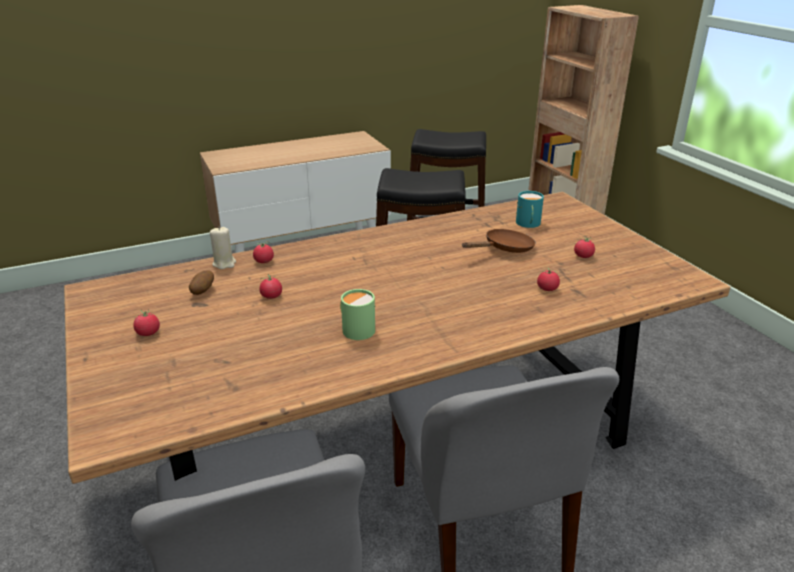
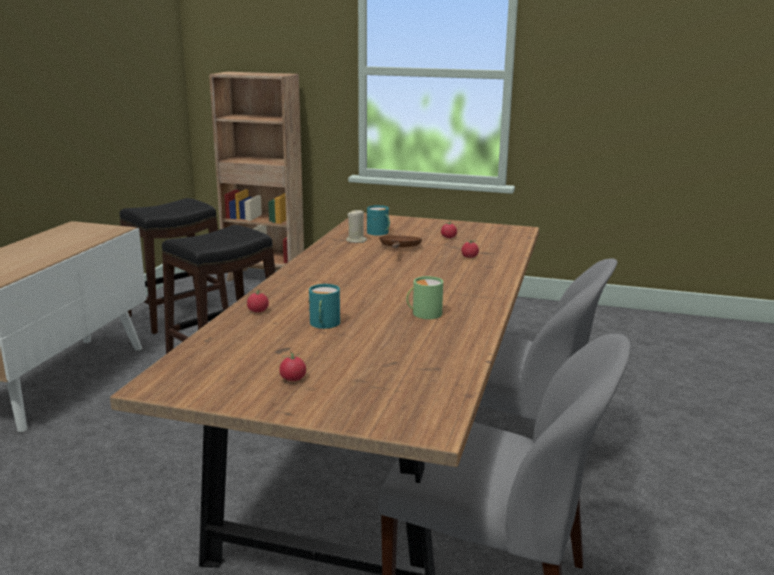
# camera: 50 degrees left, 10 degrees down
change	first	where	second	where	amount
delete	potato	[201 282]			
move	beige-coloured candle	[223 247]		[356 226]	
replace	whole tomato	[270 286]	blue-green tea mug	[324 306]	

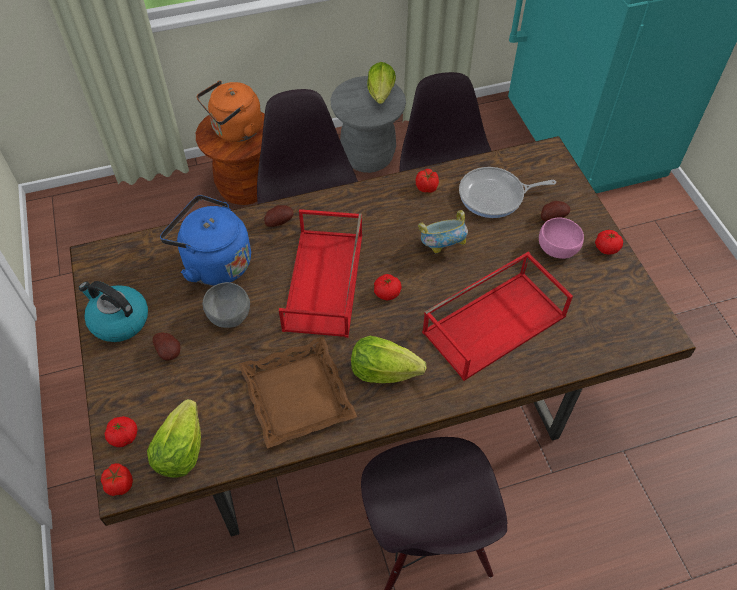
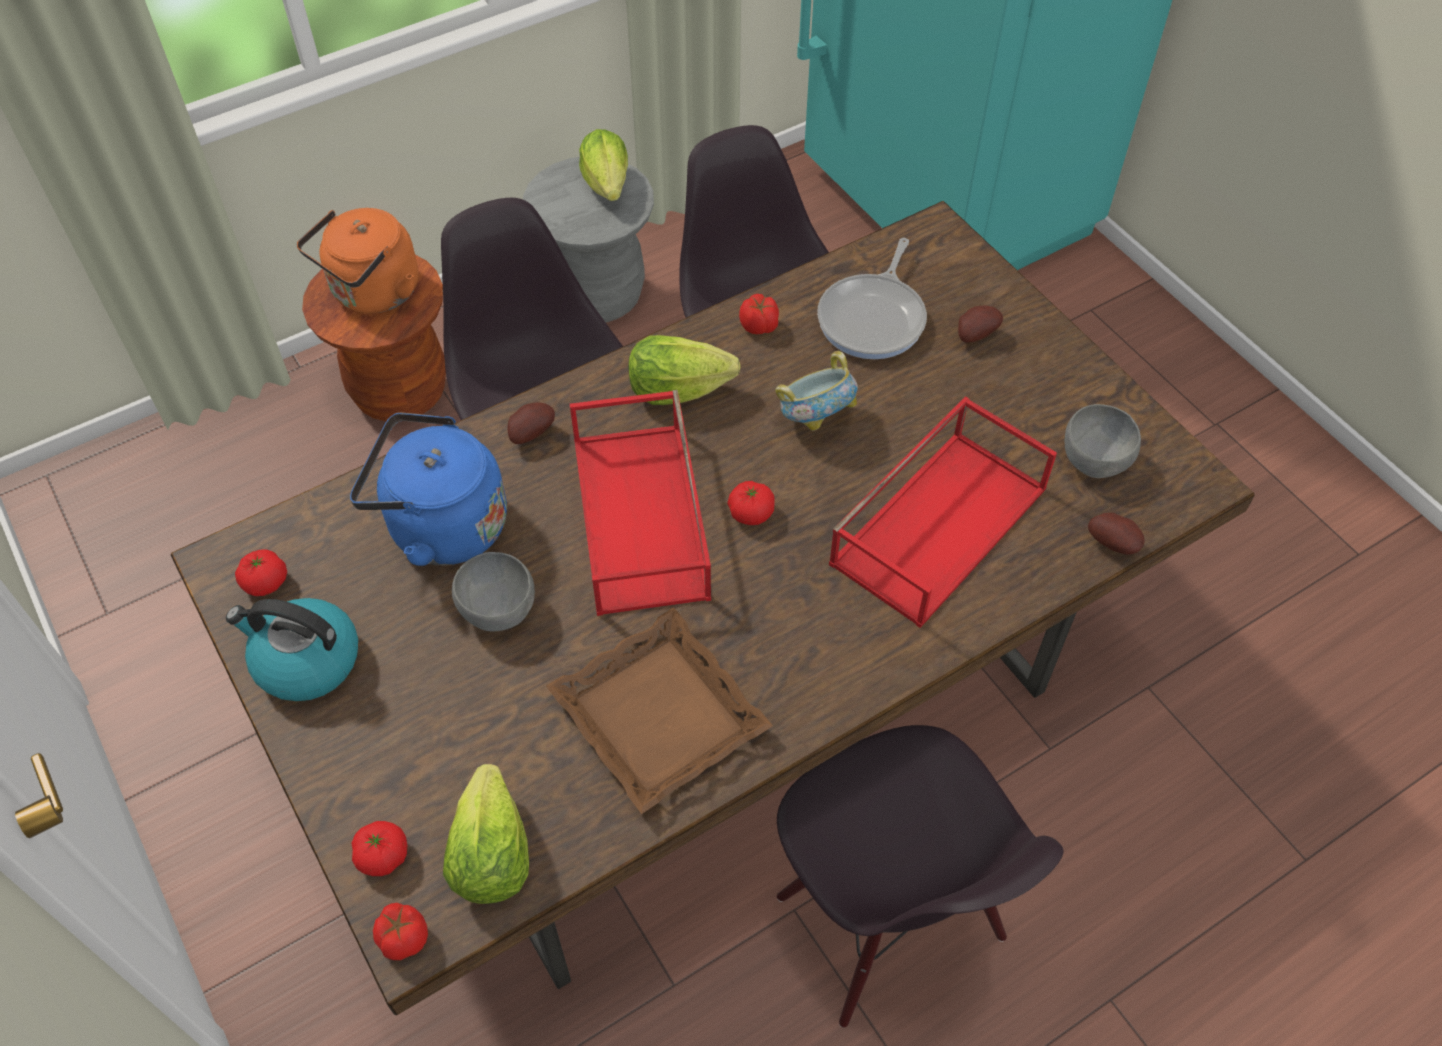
# camera: 15 degrees left, 0 degrees up
change	first	where	second	where	amount
delete	pink-coloured deep dish	[561 238]			
insert			grey deep dish	[1103 441]	
move	potato	[166 347]		[1116 533]	
move	lettuce head	[388 359]		[685 370]	
move	whole tomato	[609 242]		[261 572]	
rotate	skillet	[507 192]		[872 298]	45 degrees counterclockwise

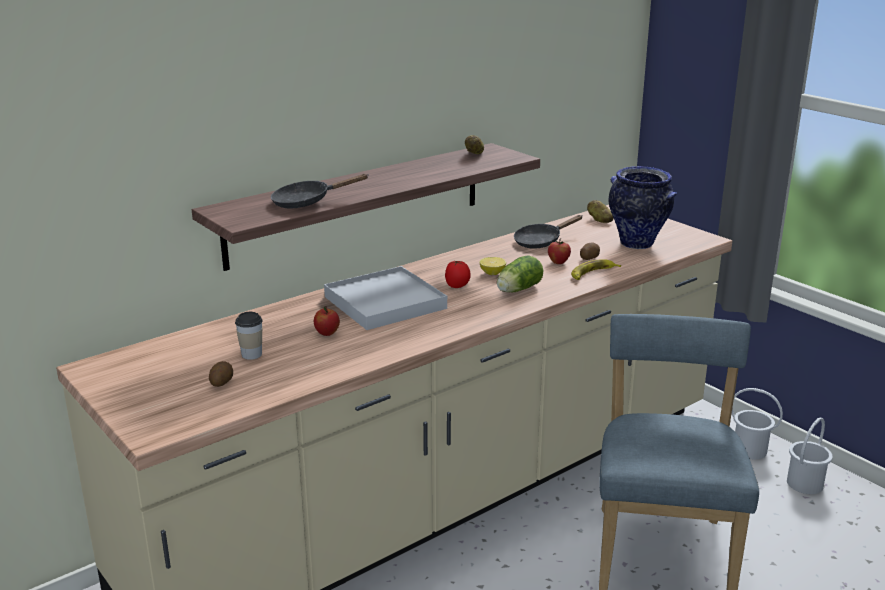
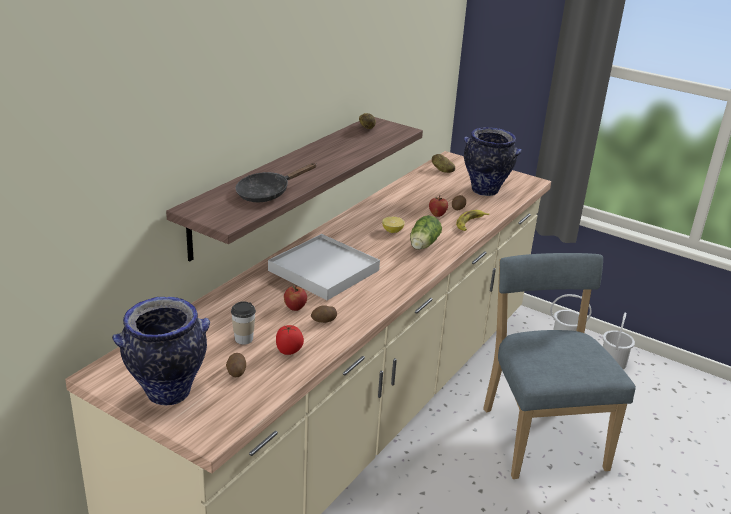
# camera: 20 degrees left, 5 degrees up
change	first	where	second	where	amount
delete	black skillet	[548 232]			
insert			flower vase	[161 351]	
insert			potato	[324 314]	
move	whole tomato	[458 274]		[290 340]	

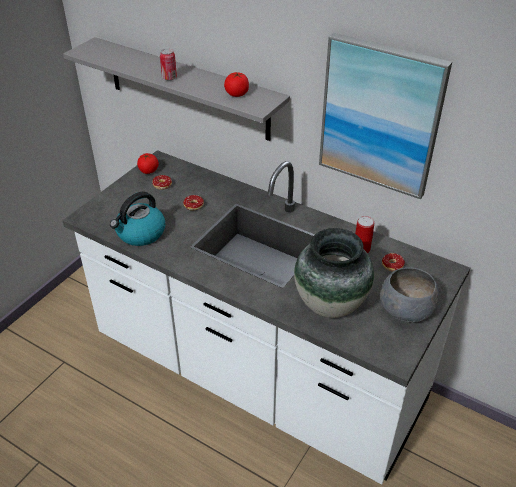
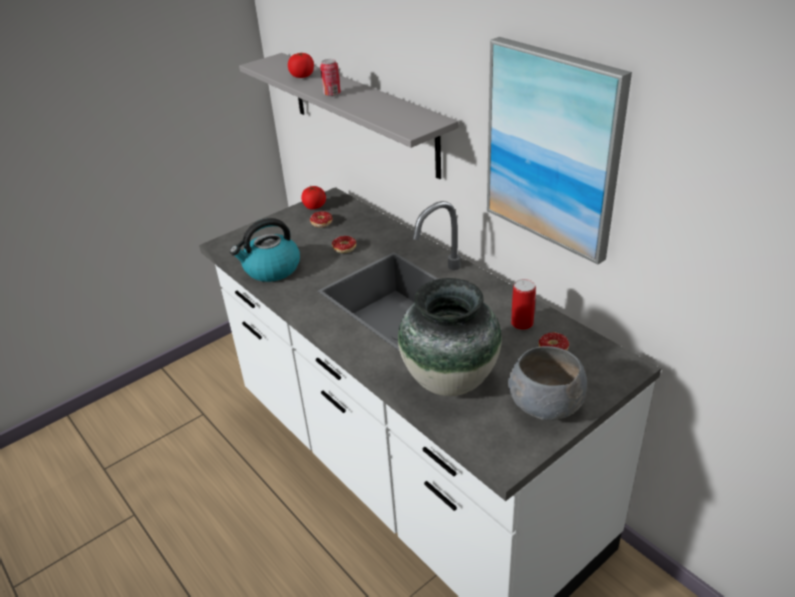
# camera: 20 degrees right, 5 degrees down
change	first	where	second	where	amount
move	whole tomato	[236 84]		[301 65]	

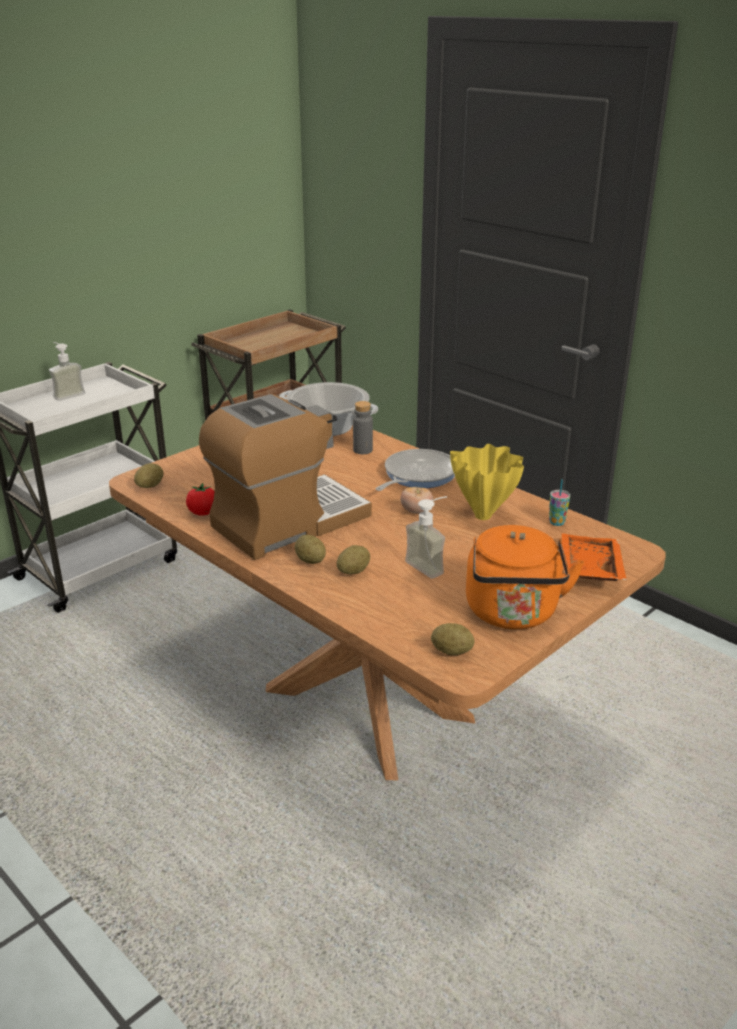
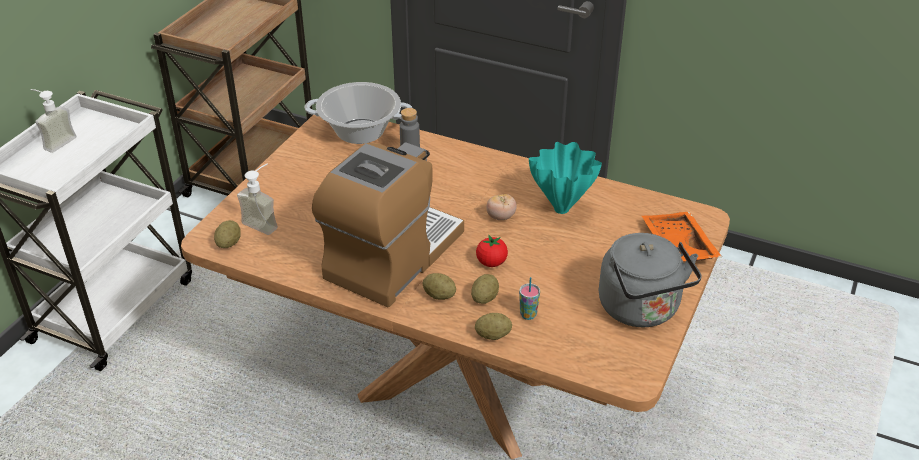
# camera: 20 degrees left, 10 degrees up
change	first	where	second	where	amount
delete	skillet	[415 470]			
move	whole tomato	[200 499]		[492 251]	
move	liquid soap bottle	[426 537]		[257 199]	
move	potato	[452 639]		[493 326]	
move	drinking cup	[559 502]		[529 298]	
recolor	yellow flower vase	[487 482]	blue-green flower vase	[565 178]	
recolor	orangey kettle	[525 577]	grey kettle	[650 280]	

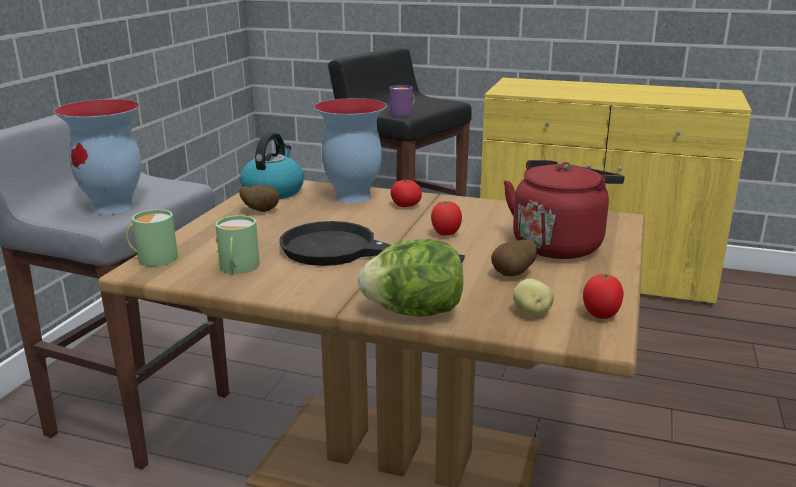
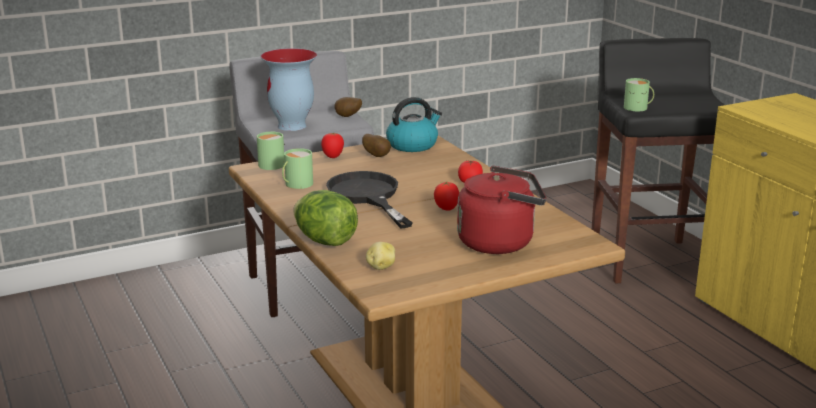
# camera: 45 degrees right, 0 degrees up
change	first	where	second	where	amount
delete	flower vase	[350 150]			
move	potato	[514 257]		[348 107]	
move	whole tomato	[603 296]		[332 145]	
recolor	purple tea mug	[402 101]	green tea mug	[639 94]	

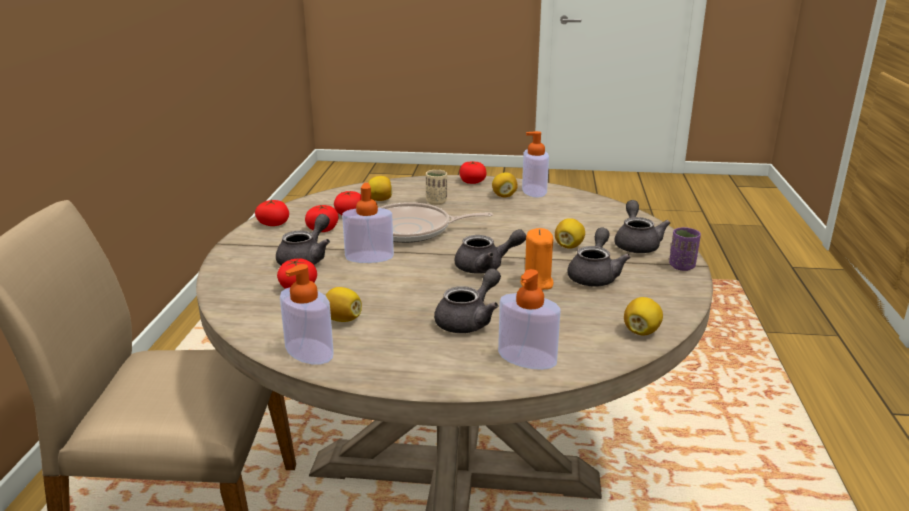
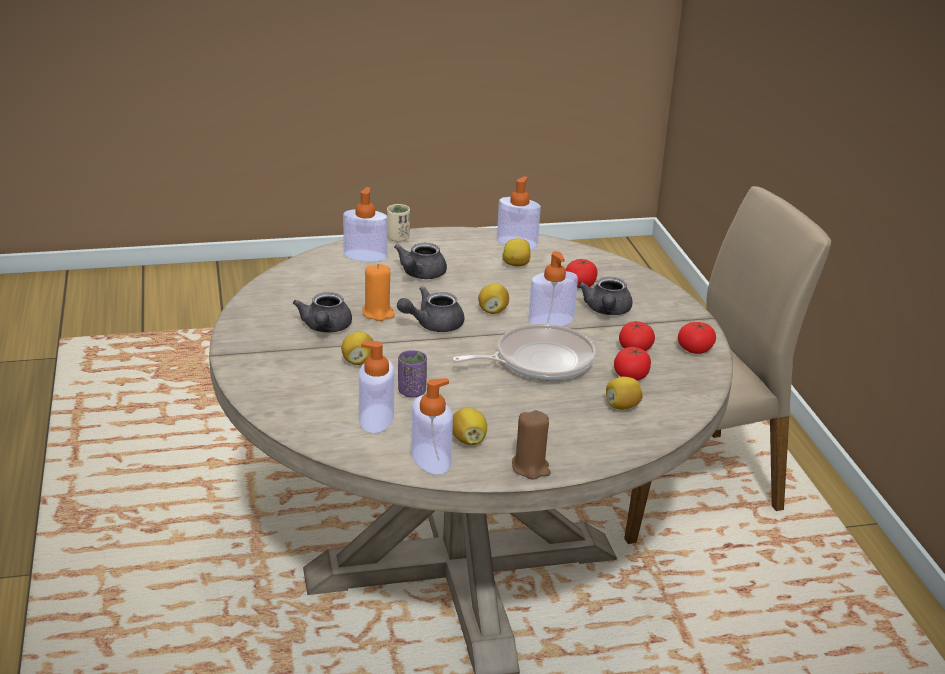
# camera: 160 degrees right, 5 degrees up
change	first	where	second	where	amount
delete	grey pot for tea	[642 226]			
insert			liquid soap bottle	[377 387]	
move	beige-coloured drinking cup	[436 187]		[398 223]	
move	lemon	[643 316]		[493 298]	
move	purple drinking cup	[685 249]		[412 374]	
replace	whole tomato	[472 173]	brown-coloured candle	[531 445]	

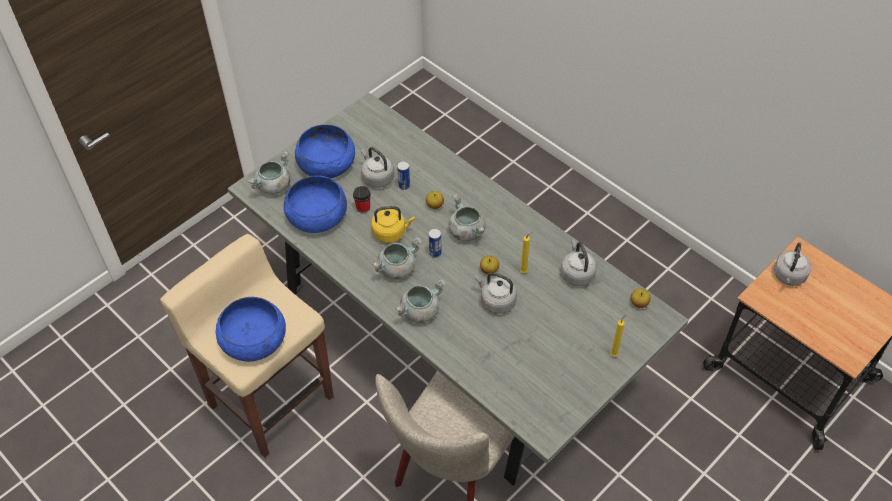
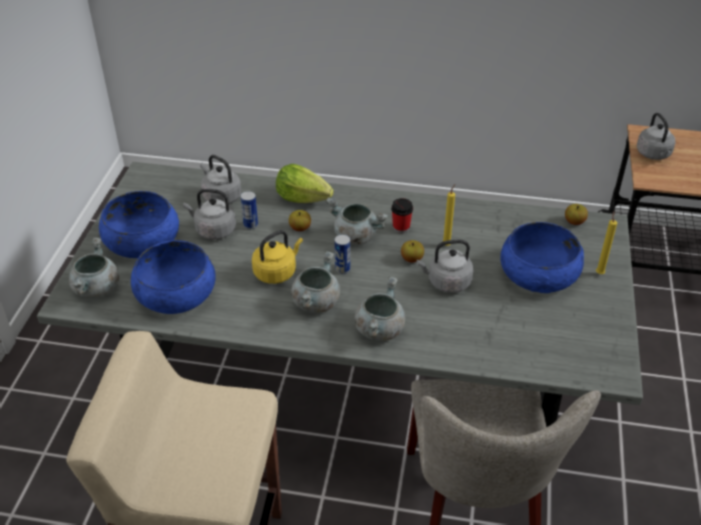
# camera: 35 degrees left, 10 degrees down
change	first	where	second	where	amount
insert			lettuce head	[305 183]	
move	bluish deep dish	[250 329]		[542 257]	
move	drinking cup	[362 200]		[402 215]	
move	grey kettle	[579 262]		[220 179]	

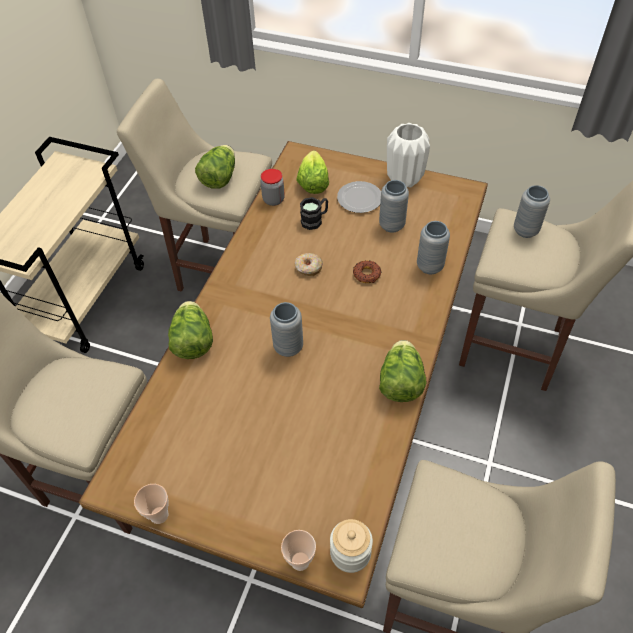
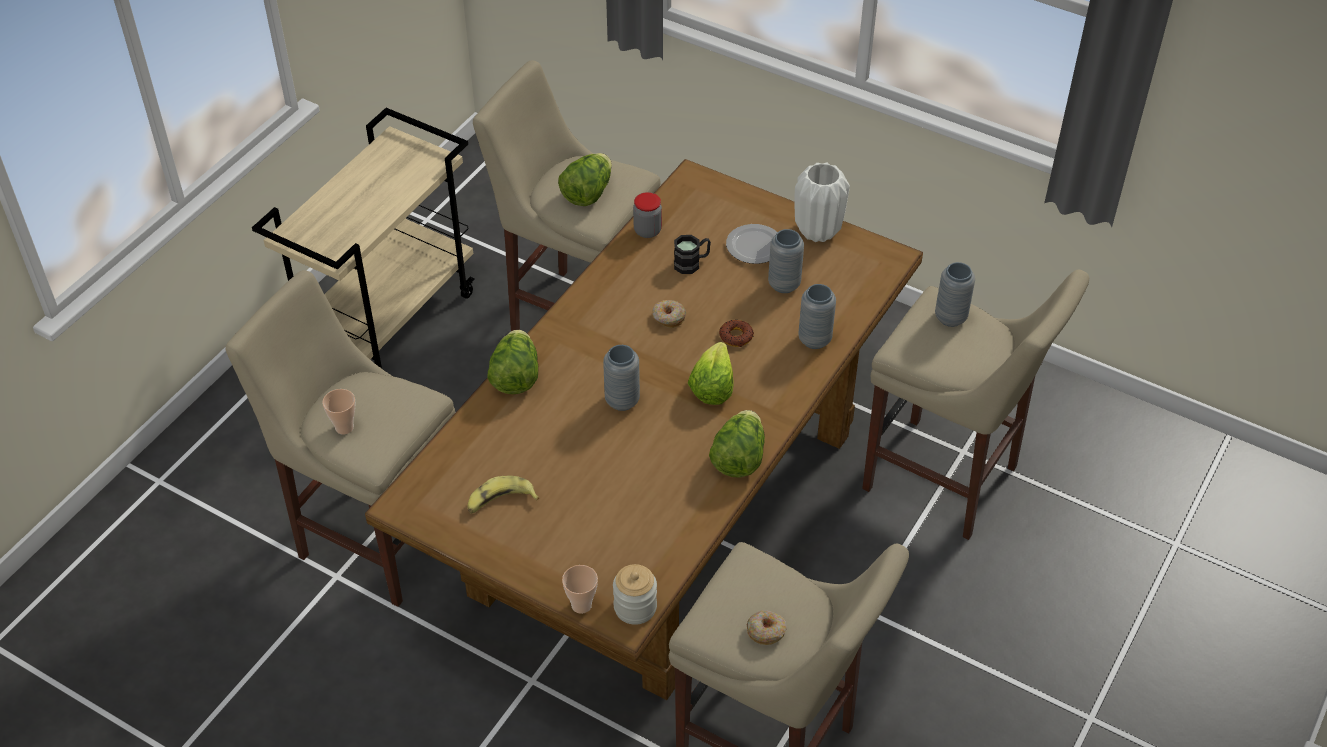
# camera: 10 degrees right, 5 degrees down
change	first	where	second	where	amount
insert			banana fruit	[503 495]	
insert			ring doughnut	[766 627]	
move	drinking cup	[151 504]		[339 411]	
move	lettuce head	[313 172]		[711 373]	

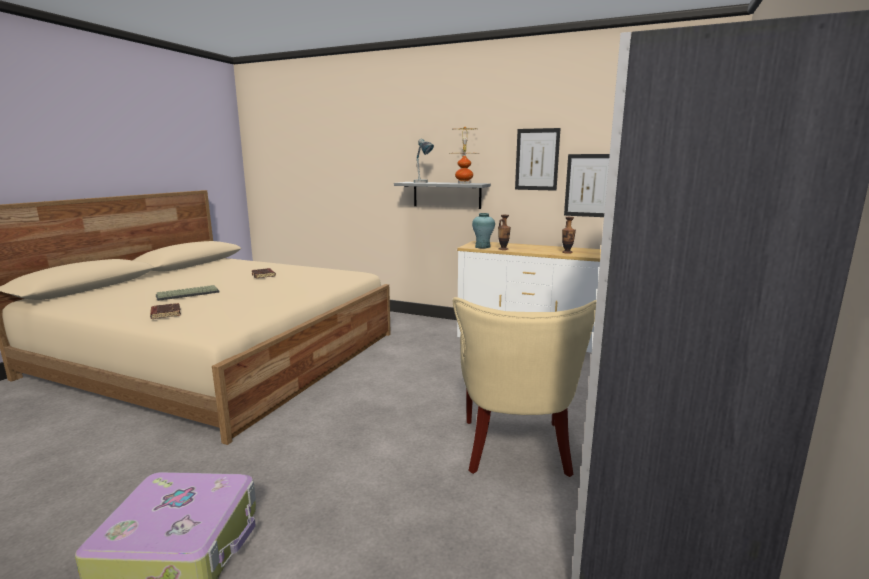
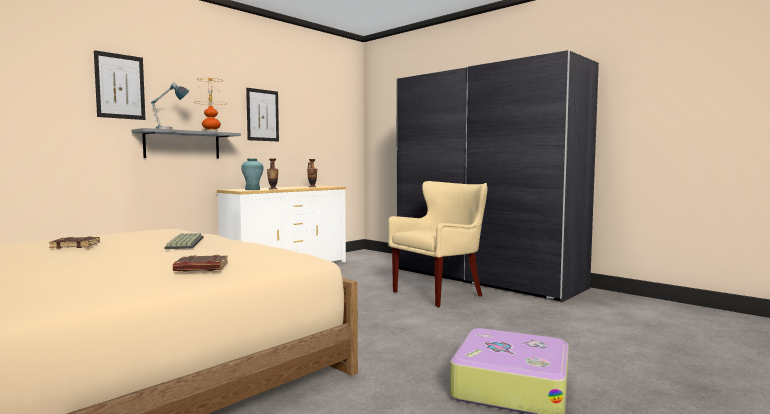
# camera: 70 degrees left, 10 degrees down
change	first	where	second	where	amount
move	computer keyboard	[187 293]		[184 241]	
move	picture	[587 185]		[119 85]	
rotate	beige-coloured armchair	[524 387]		[438 244]	60 degrees counterclockwise

